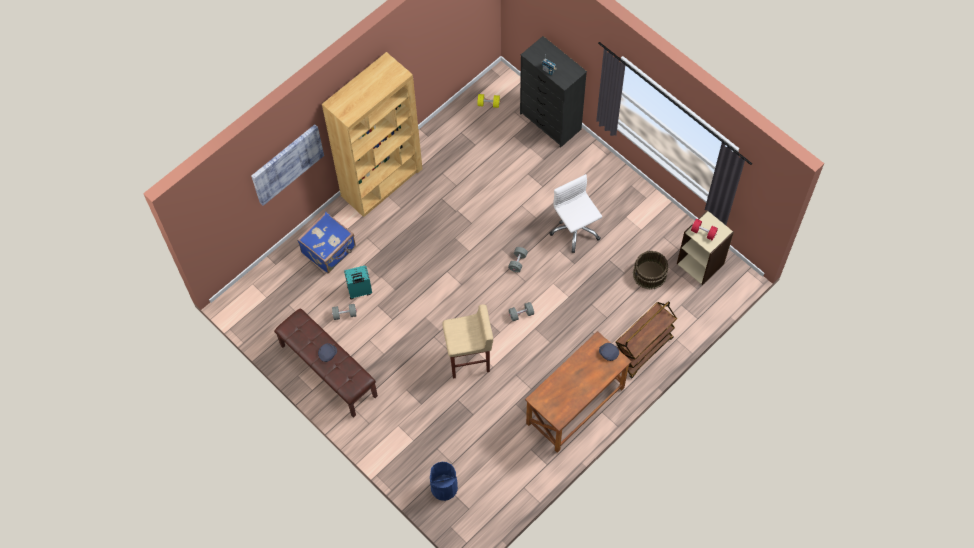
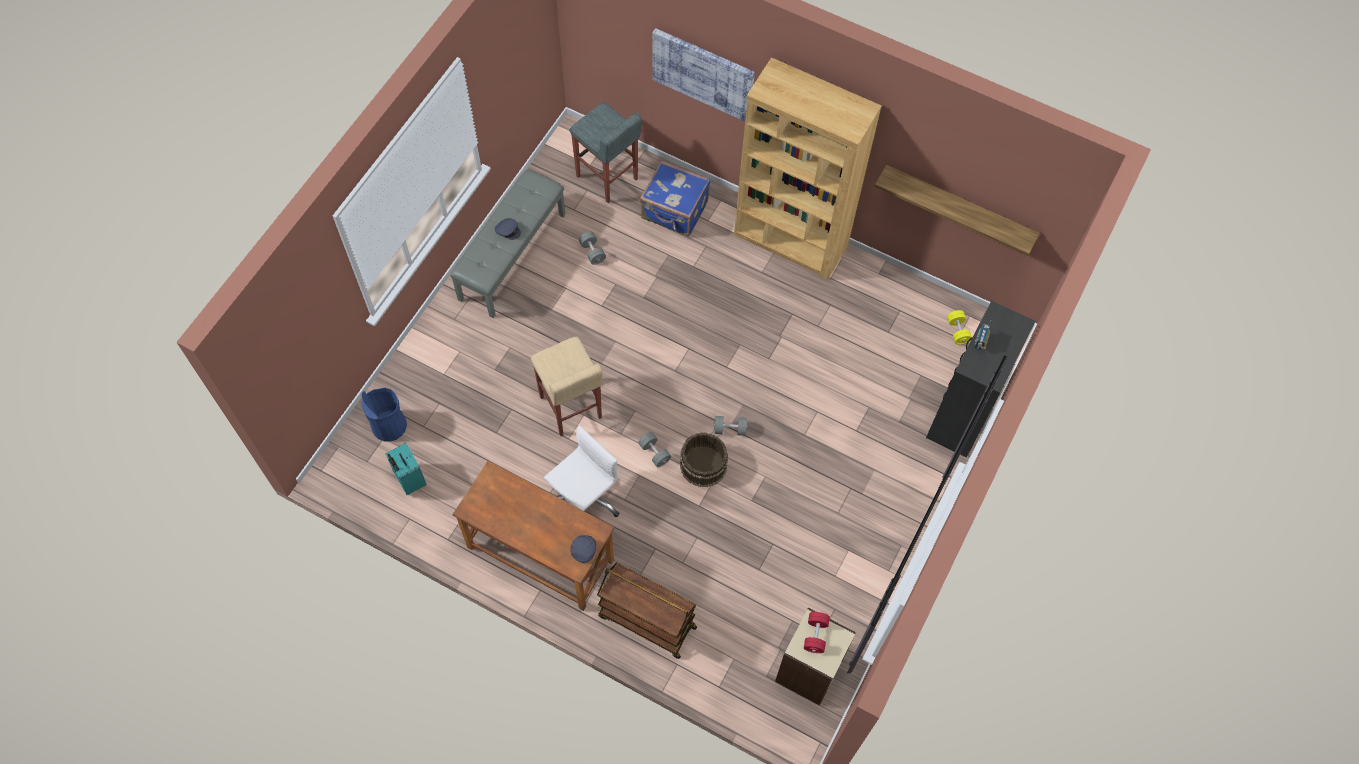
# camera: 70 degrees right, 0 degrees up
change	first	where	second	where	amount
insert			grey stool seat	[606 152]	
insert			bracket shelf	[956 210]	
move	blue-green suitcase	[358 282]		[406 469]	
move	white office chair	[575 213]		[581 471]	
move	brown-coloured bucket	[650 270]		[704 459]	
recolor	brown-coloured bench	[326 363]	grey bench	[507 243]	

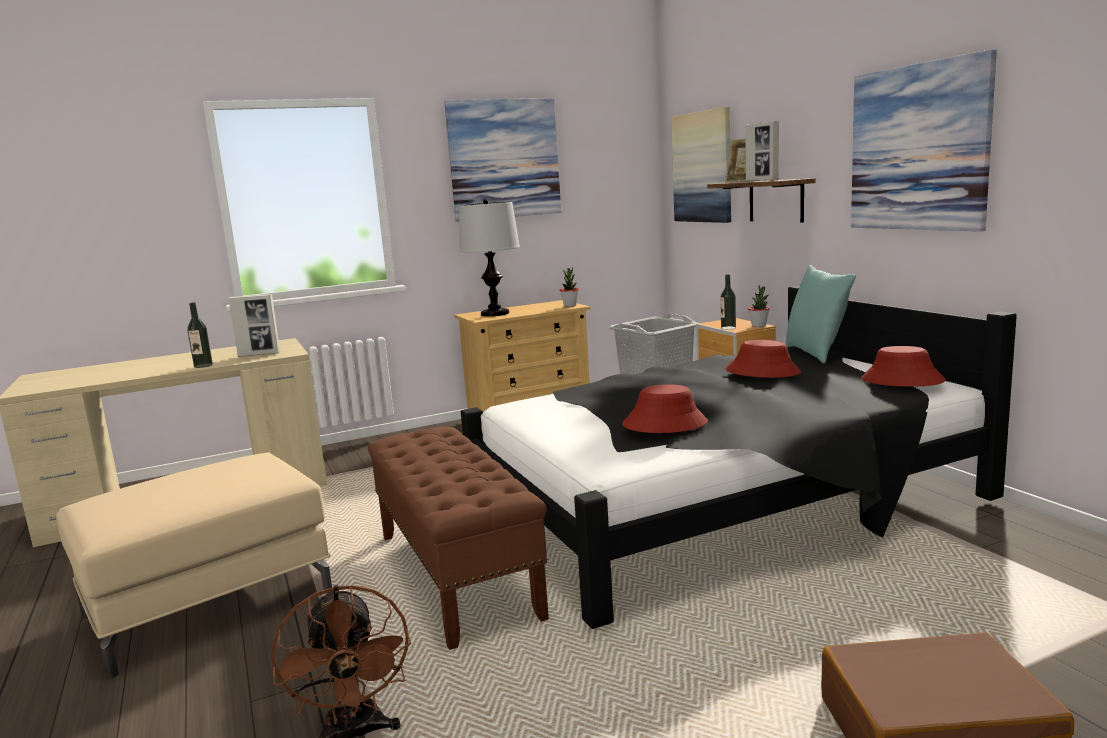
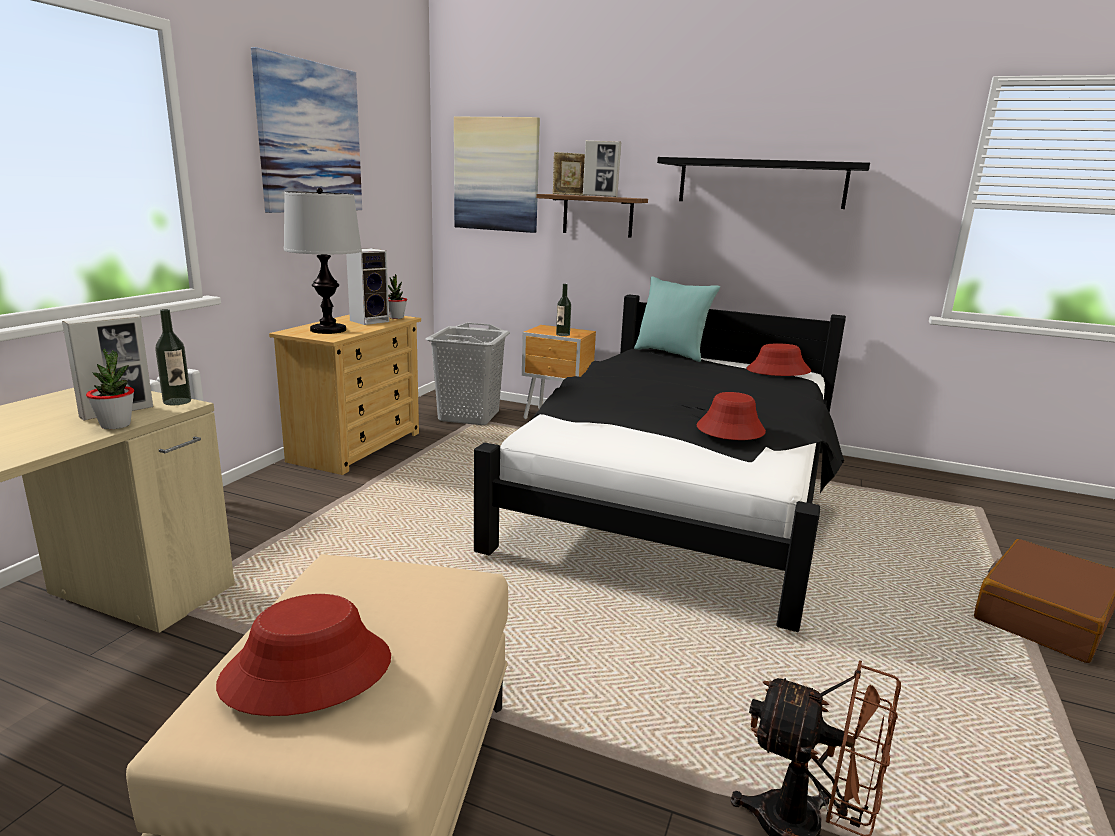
# camera: 45 degrees left, 5 degrees up
change	first	where	second	where	amount
delete	brown-coloured bench	[458 538]			
insert			audio speaker	[367 286]	
move	bottle	[200 335]		[173 357]	
move	red-coloured wearable hat	[763 359]		[303 655]	
move	plant in a pot	[759 306]		[110 389]	
replace	picture	[924 140]	black bracket shelf	[763 183]	

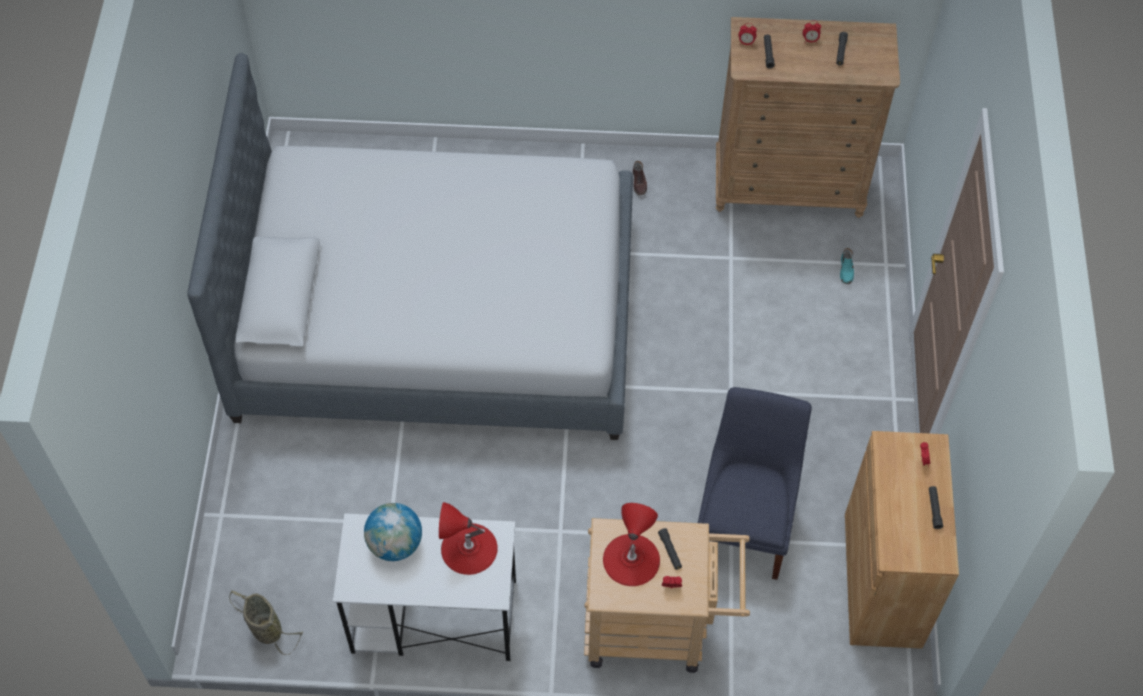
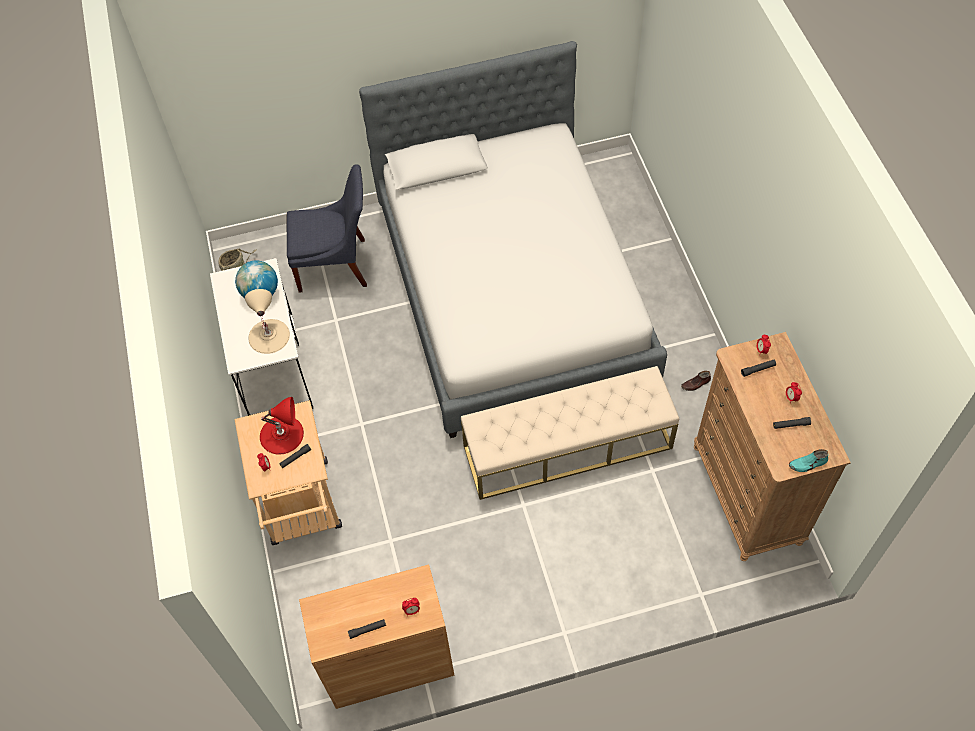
# camera: 75 degrees right, 0 degrees up
change	first	where	second	where	amount
insert			beige-coloured bench	[570 433]	
move	bluish plain chair	[755 483]		[327 228]	
move	blue-green low shoe	[847 266]		[808 460]	
recolor	red-coloured table lamp	[468 538]	beige-coloured table lamp	[267 321]	

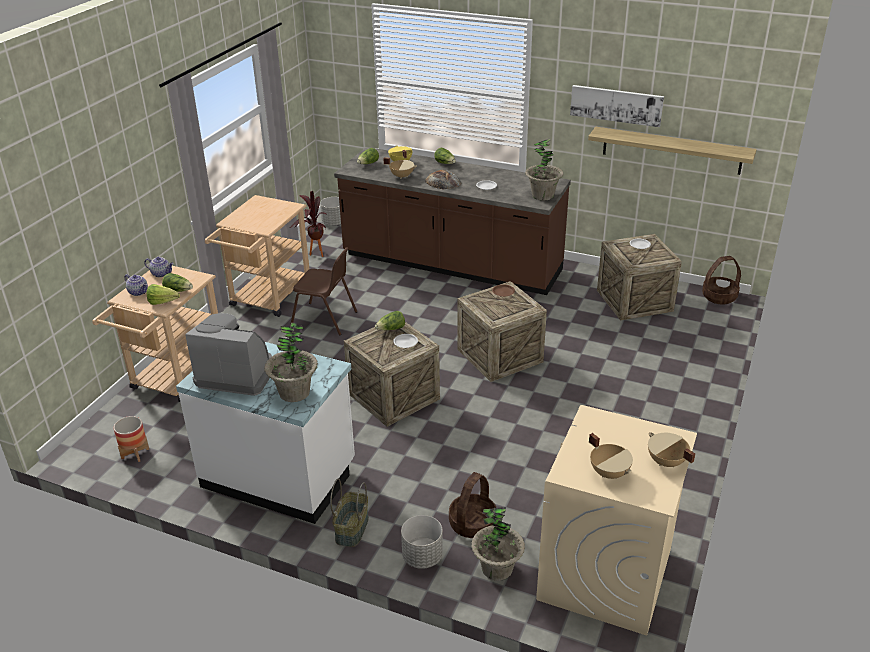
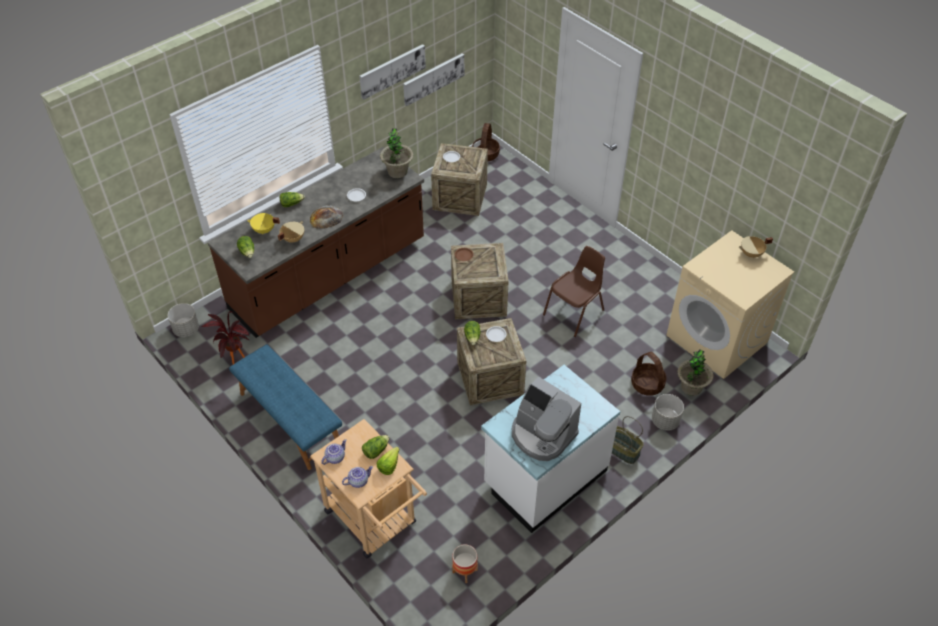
# camera: 65 degrees left, 15 degrees up
change	first	where	second	where	amount
delete	plant in a pot	[291 362]			
delete	beige-coloured saucepot	[611 456]			
move	brown-coloured plain chair	[323 291]		[574 291]	
replace	beige-coloured wheeled cart	[257 256]	bluish bench	[285 407]	
replace	bracket shelf	[672 151]	picture	[433 79]	
rotate	coffee brewer	[228 354]		[546 418]	90 degrees counterclockwise

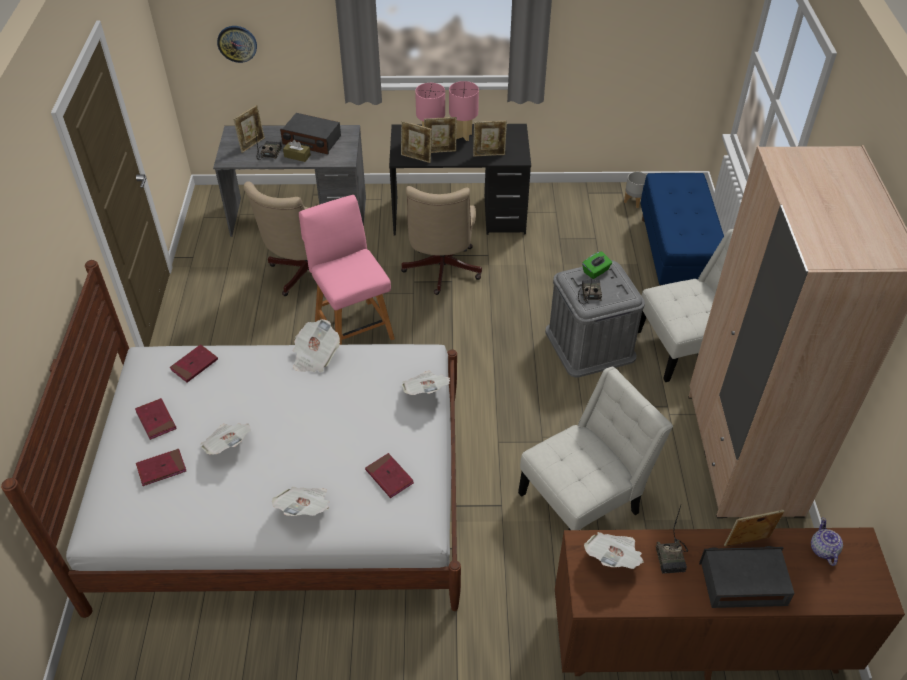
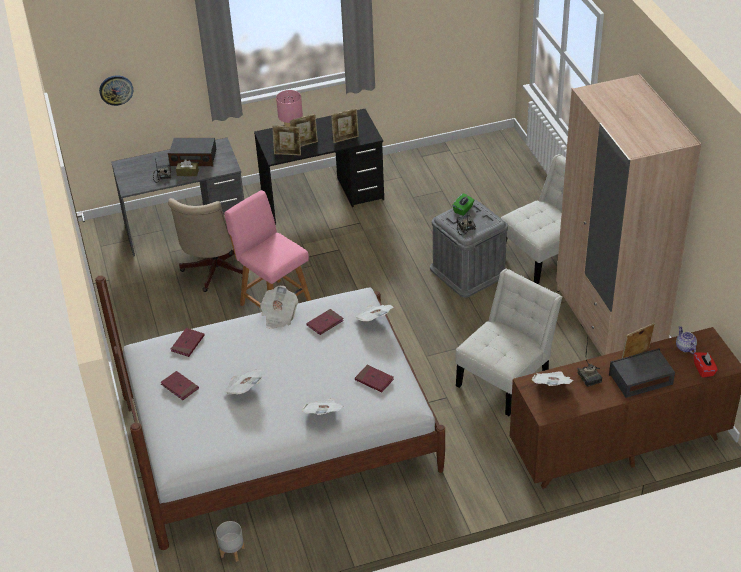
# camera: 15 degrees left, 5 degrees down
change	first	where	second	where	amount
delete	standing frame	[249 129]			
delete	beige-coloured office chair	[441 240]			
delete	pink-coloured table lamp	[464 111]			
delete	bluish bench	[682 229]			
insert			red-coloured box of tissues	[706 365]	
move	red-coloured book	[161 467]		[325 322]	
move	grey plant pot	[635 190]		[230 541]	

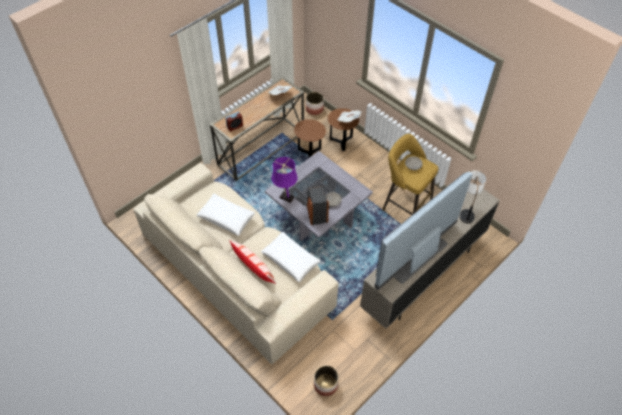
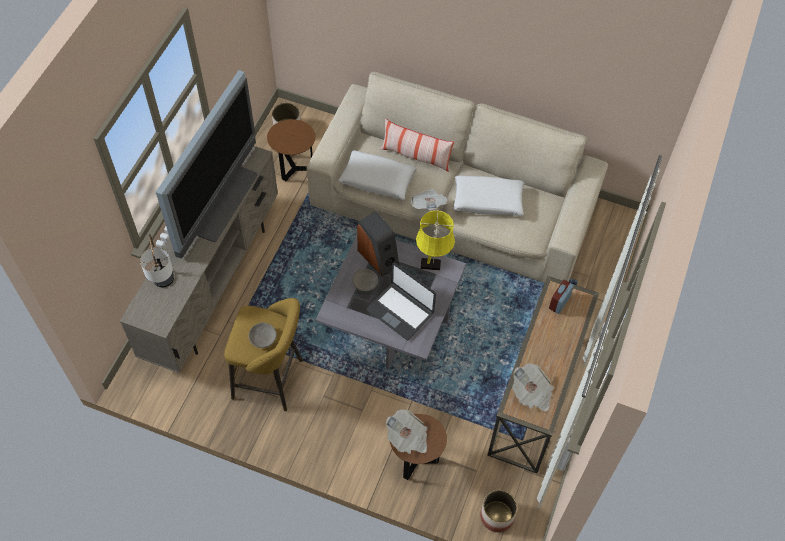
# camera: 155 degrees right, 5 degrees up
change	first	where	second	where	amount
insert			laptop	[401 301]	
insert			printed paper	[429 199]	
move	brown-coloured end table	[310 138]		[291 150]	
recolor	purple table lamp	[284 180]	yellow table lamp	[435 240]	

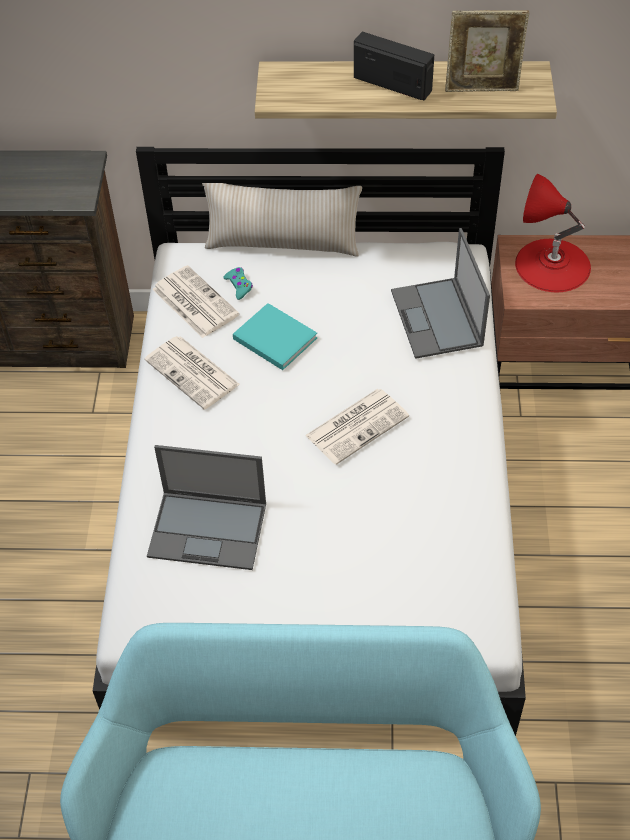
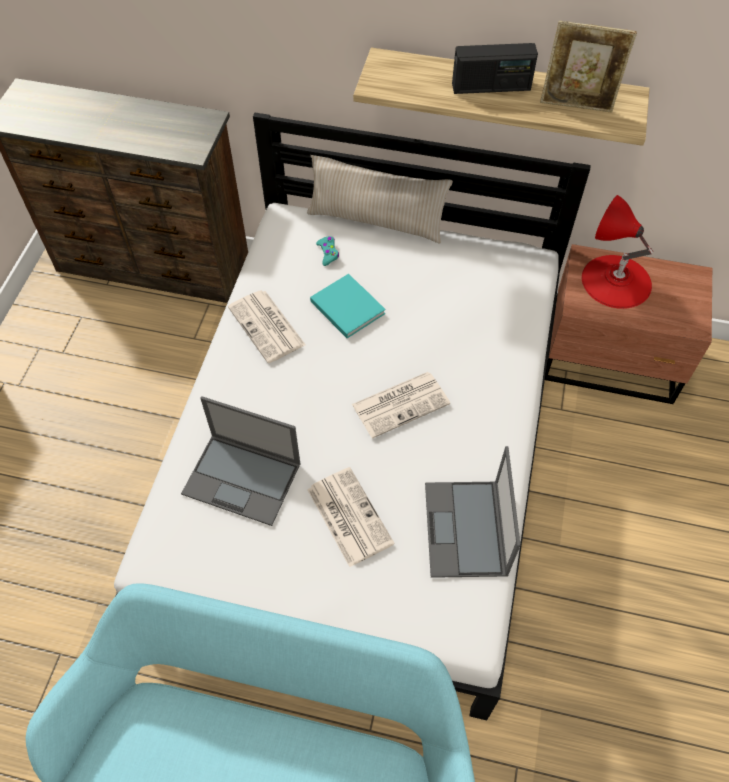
# camera: 10 degrees right, 5 degrees up
change	first	where	second	where	amount
move	printed paper	[195 301]		[351 517]	
move	laptop	[440 293]		[472 512]	
rotate	radio set	[394 66]		[495 68]	135 degrees clockwise

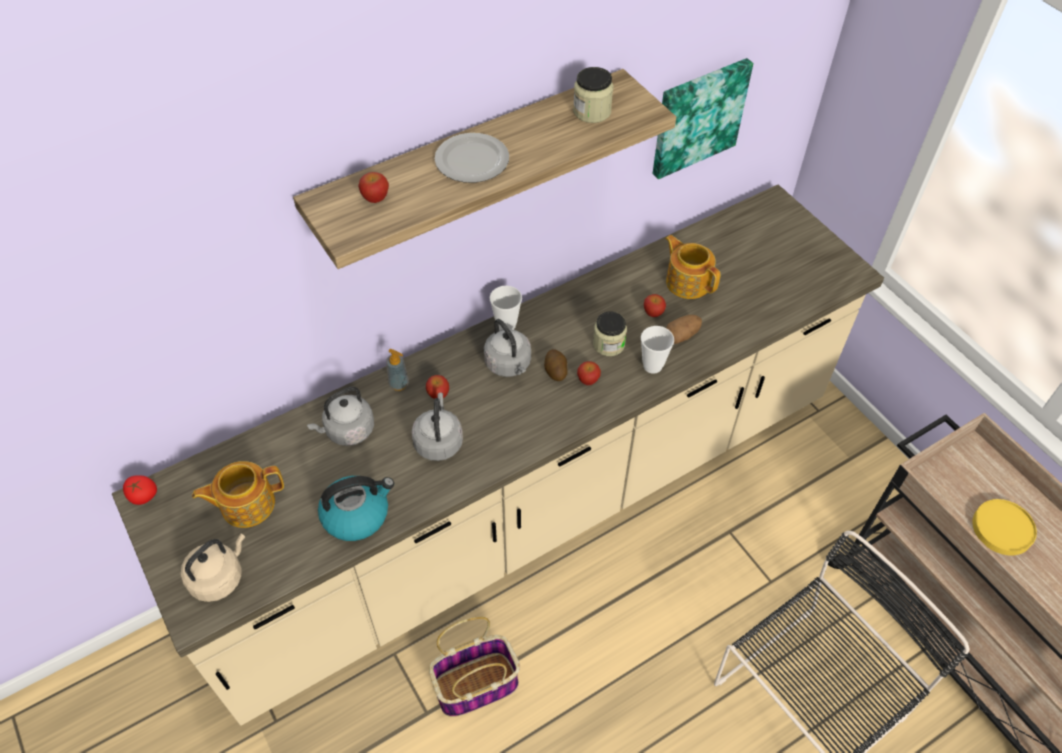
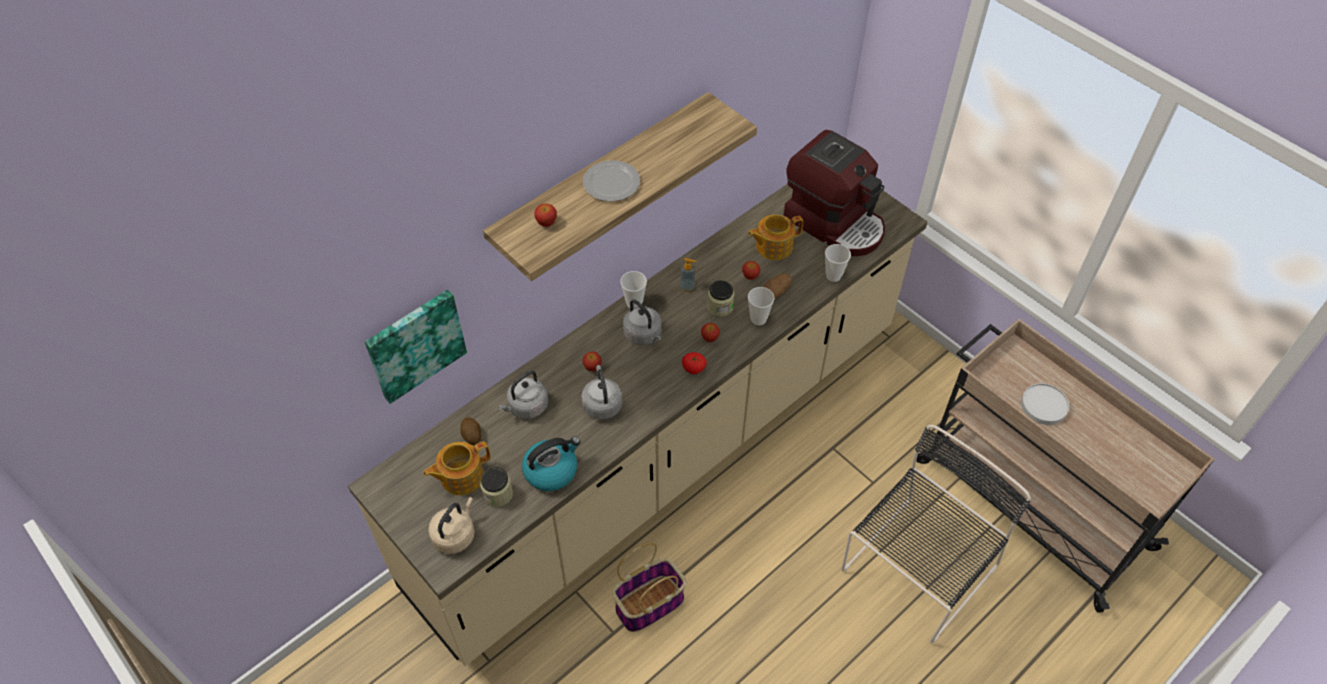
# camera: 10 degrees left, 0 degrees up
change	first	where	second	where	amount
insert			coffee brewer	[834 193]	
insert			drinking cup	[838 263]	
move	whole tomato	[140 490]		[694 363]	
move	liquid soap bottle	[397 370]		[688 275]	
move	potato	[555 365]		[470 431]	
move	storage jar	[593 95]		[496 487]	
move	picture	[703 118]		[416 347]	
recolor	yellow flat dish	[1004 527]	white flat dish	[1045 404]	
rotate	pot for tea	[692 267]		[775 237]	60 degrees counterclockwise

